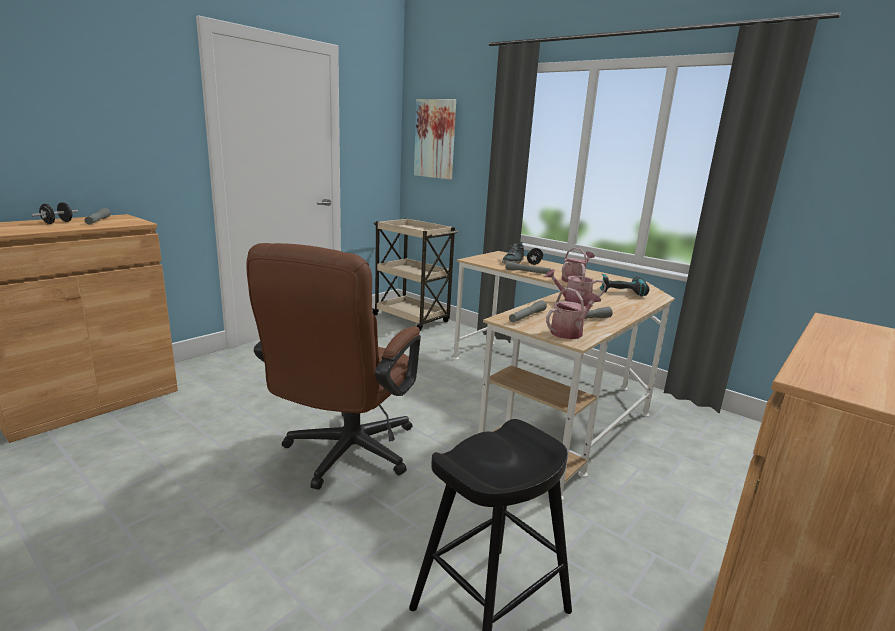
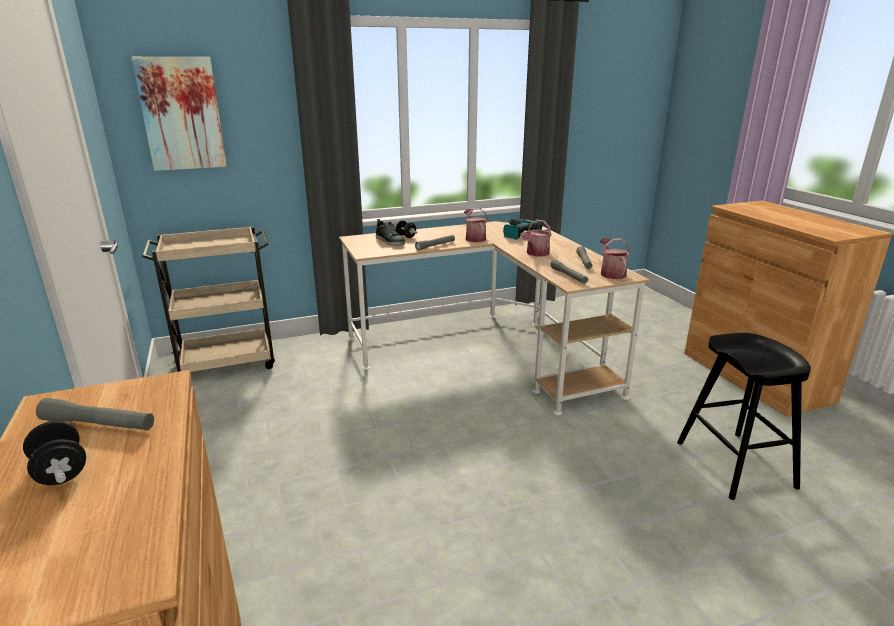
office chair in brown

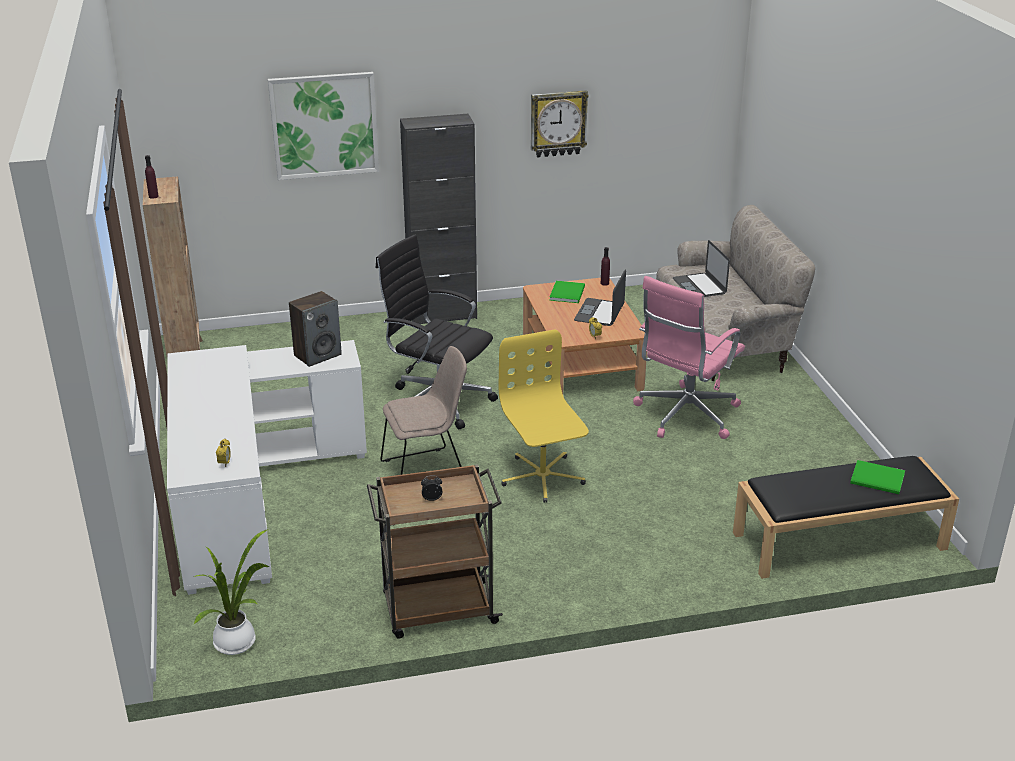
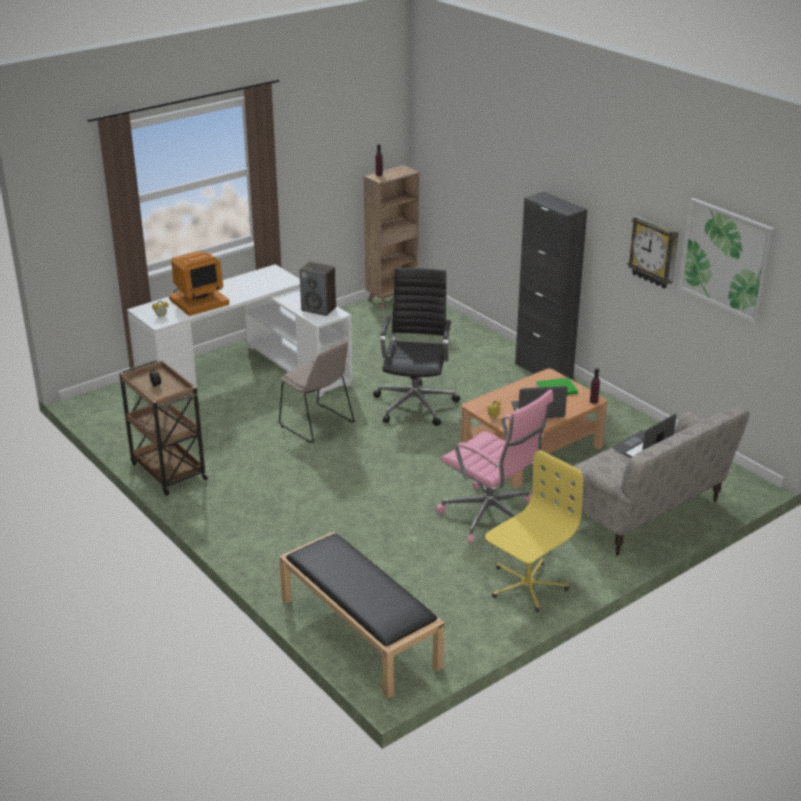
plant in a pot; wall picture; office chair in yellowish; office chair in pink-coloured; bound book in green (2nd from left in the first image); computer screen

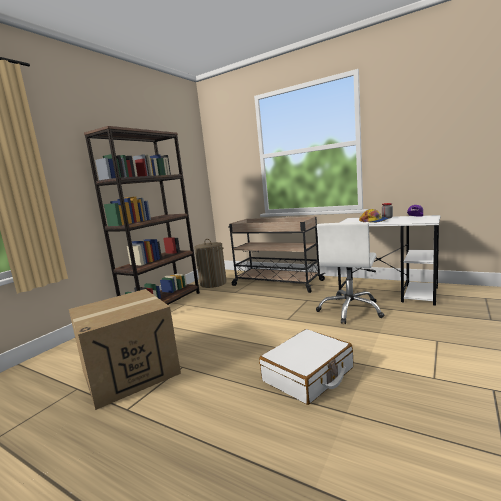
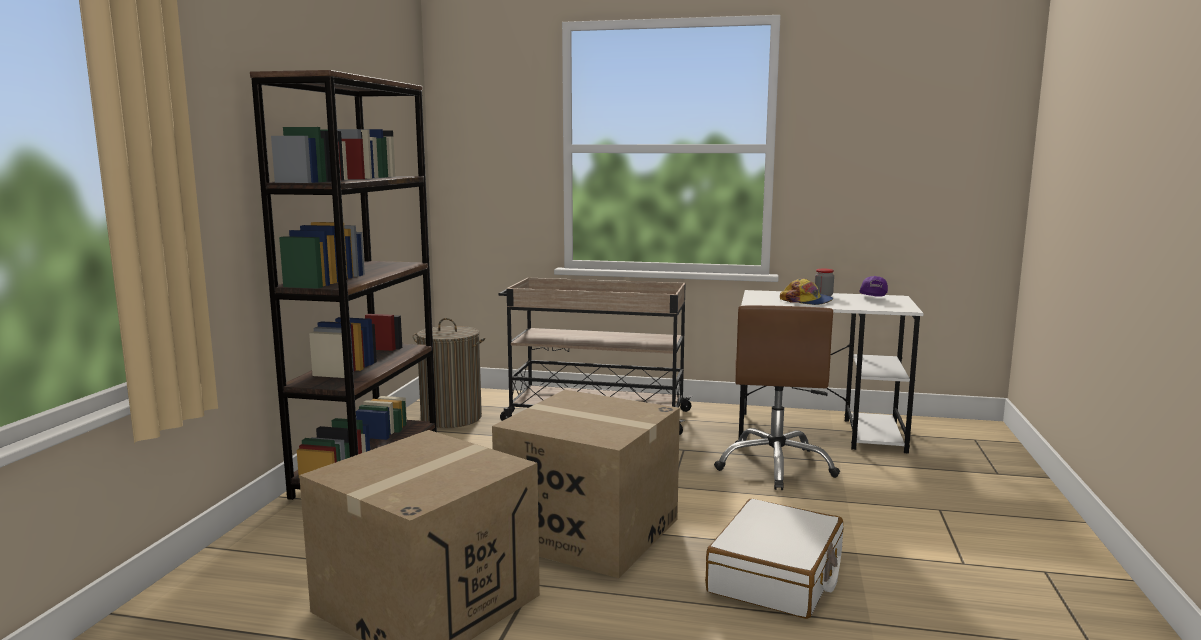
office chair in brown; carton (2nd from left)

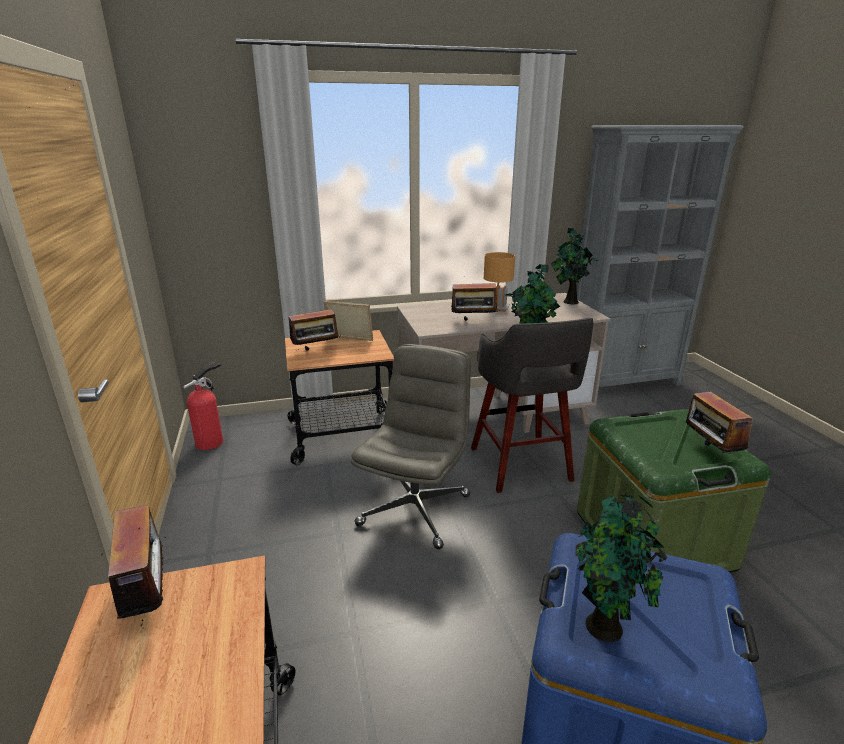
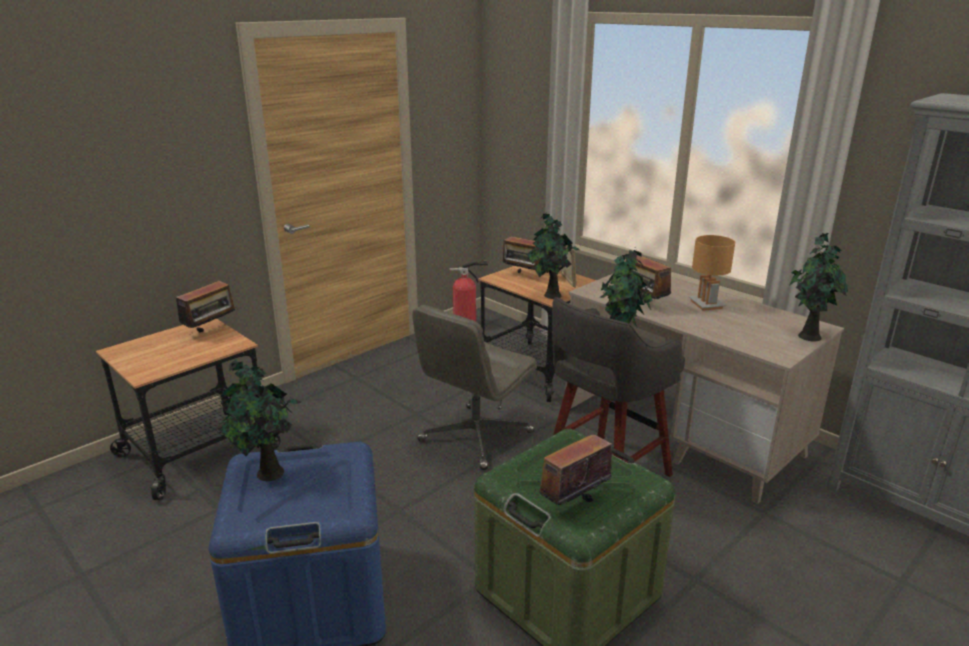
office chair in greyish; plant in a pot (2nd from left)

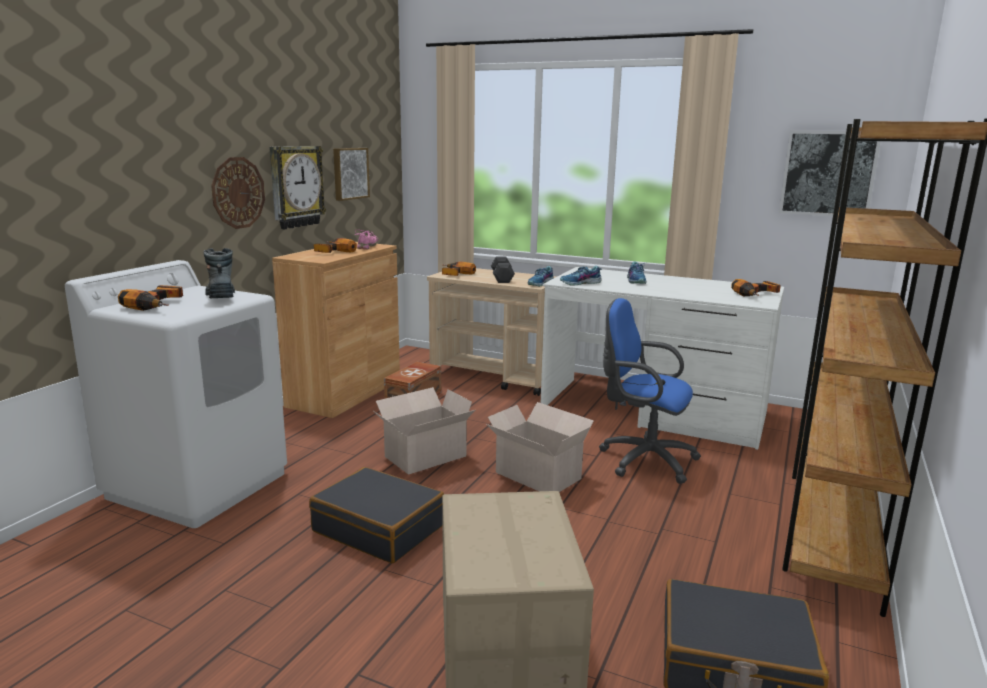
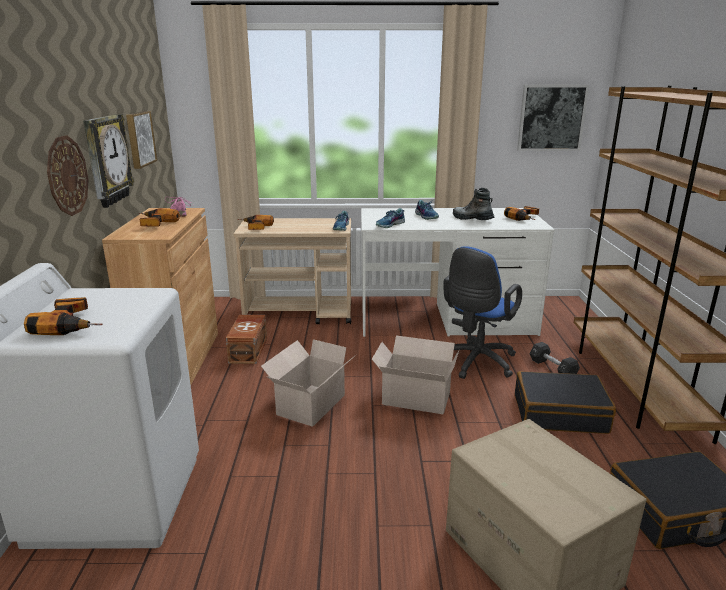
tall boot; piece of luggage in blackish (1st from left); hand weight in blackish; office chair in blue-coloured

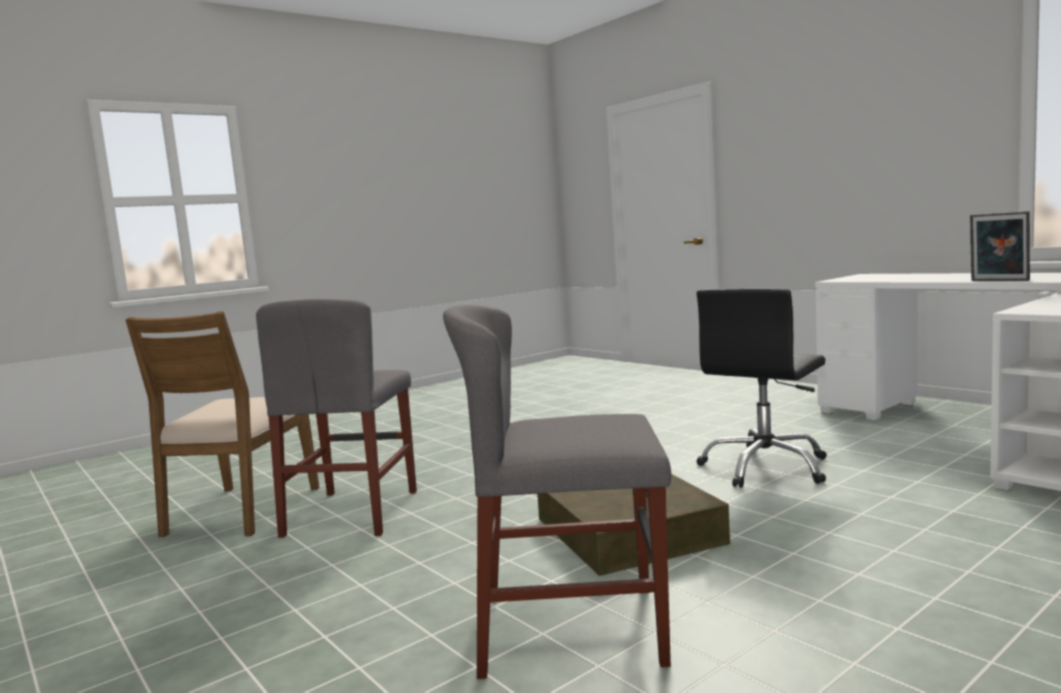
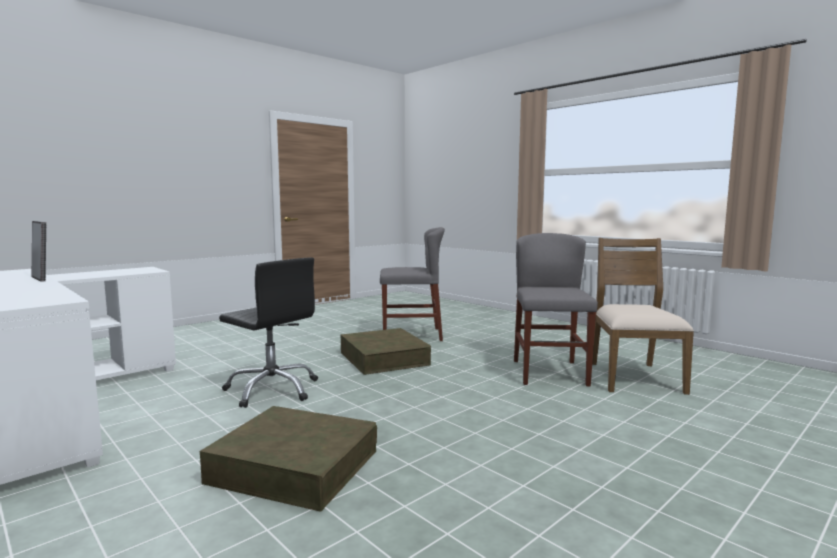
office chair in blackish; storage container in brown (1st from left)

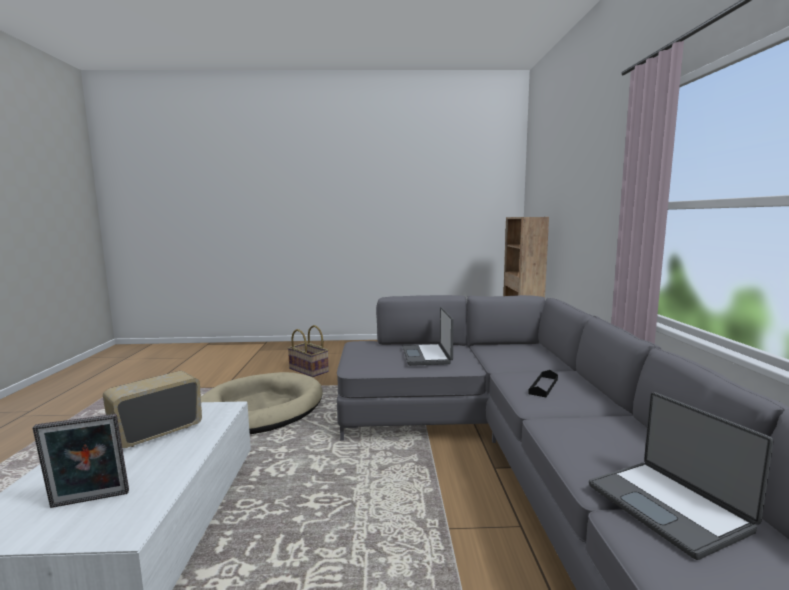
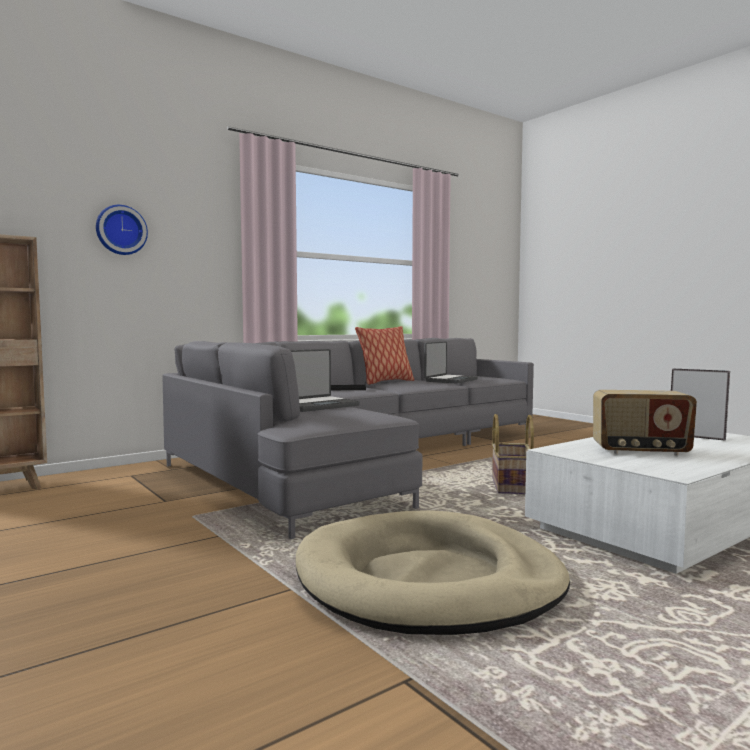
basket; wall clock; cushion

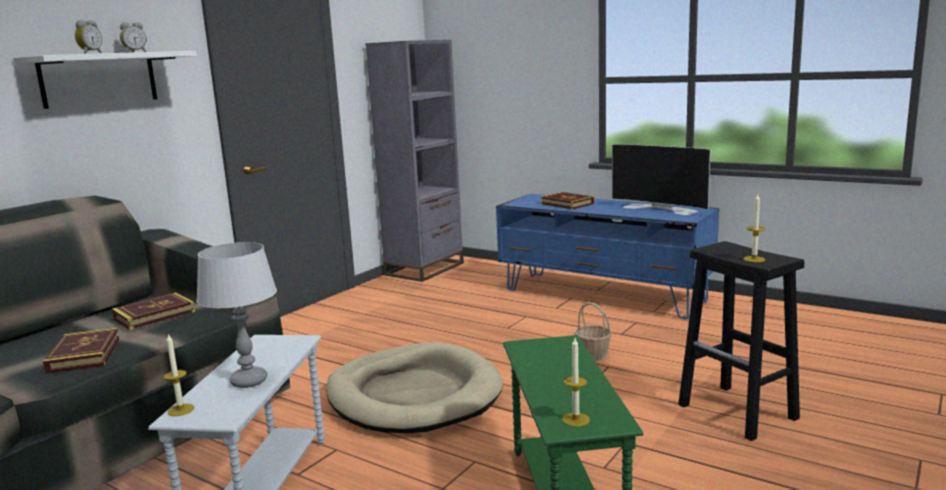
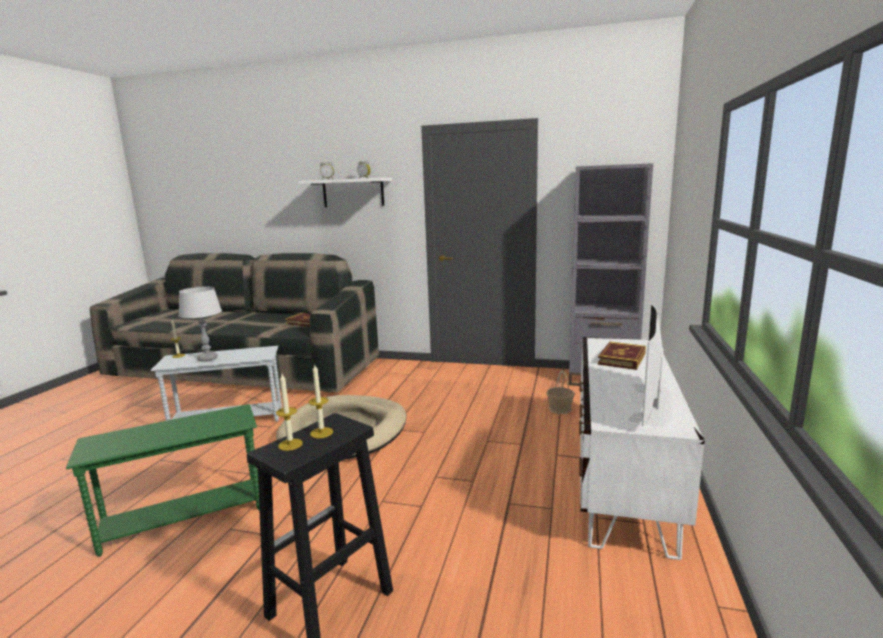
bound book (1st from left in the first image); tv unit in white; wax light (3rd from left); basket

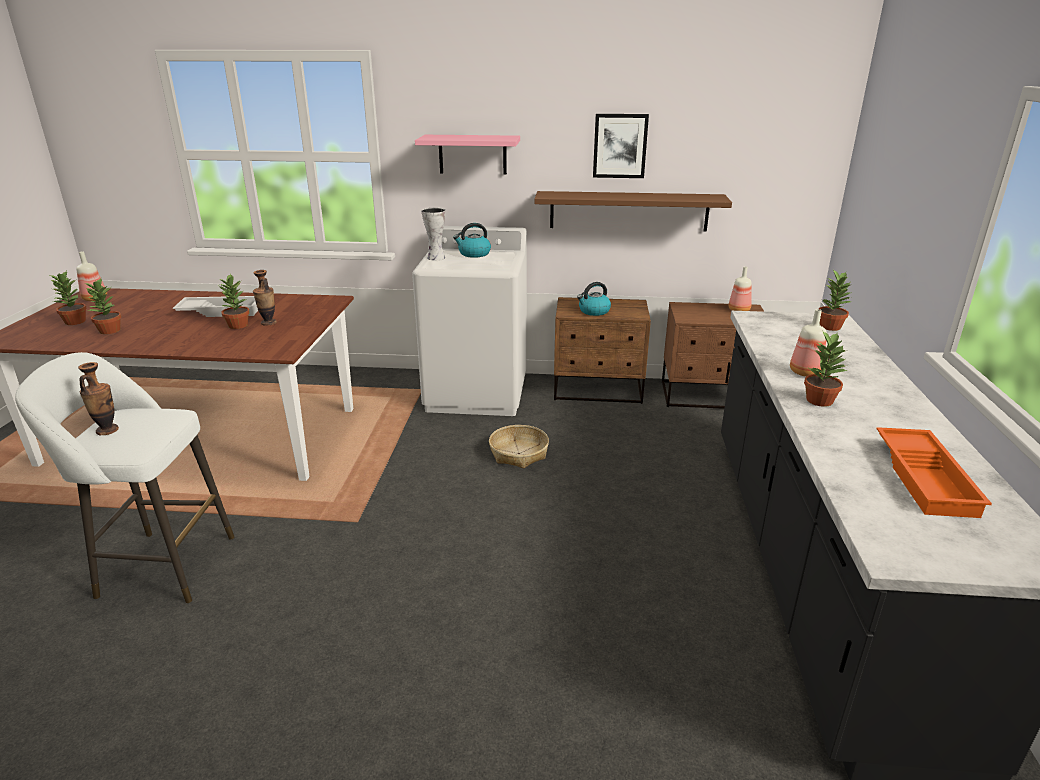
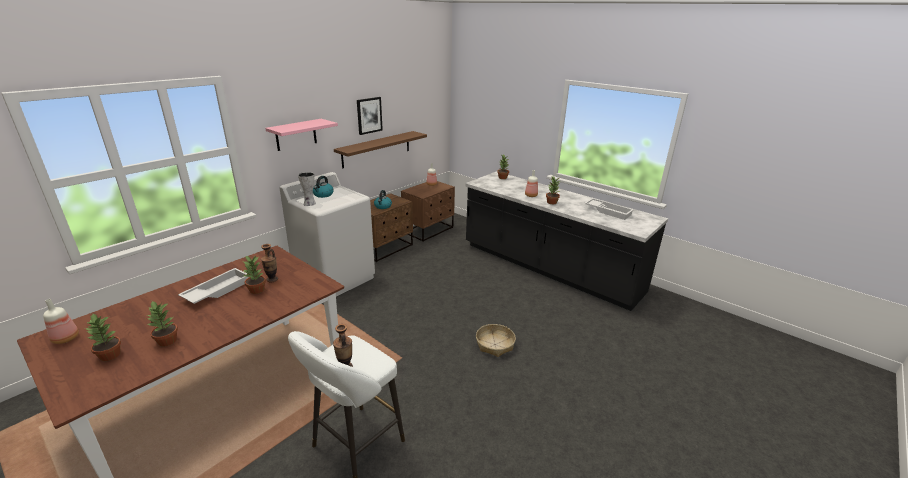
basket; tray in white (2nd from left)

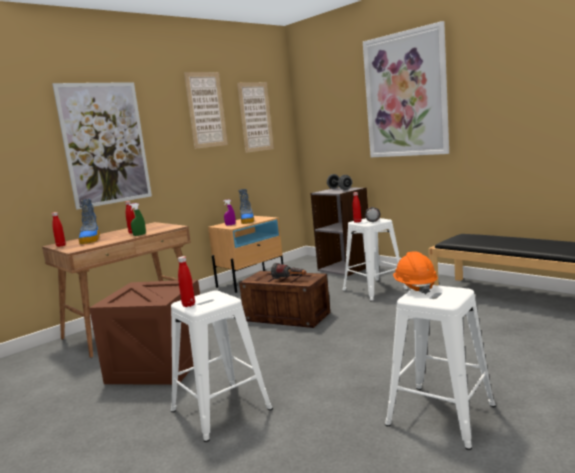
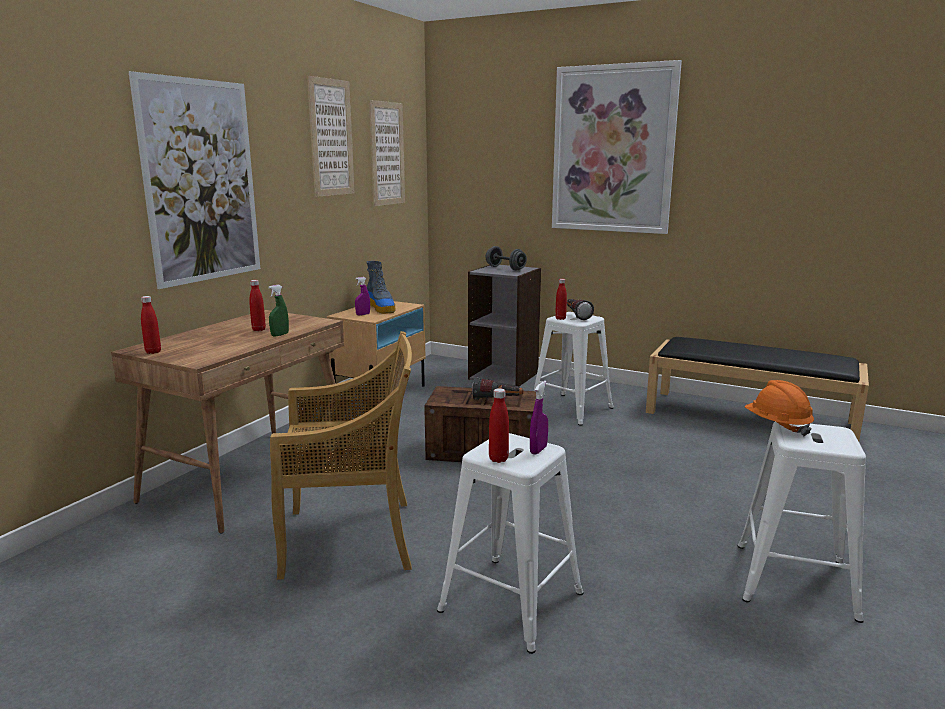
tall boot (1st from left in the first image); upright chair in beige-coloured; hand sprayer in purple (2nd from left)

